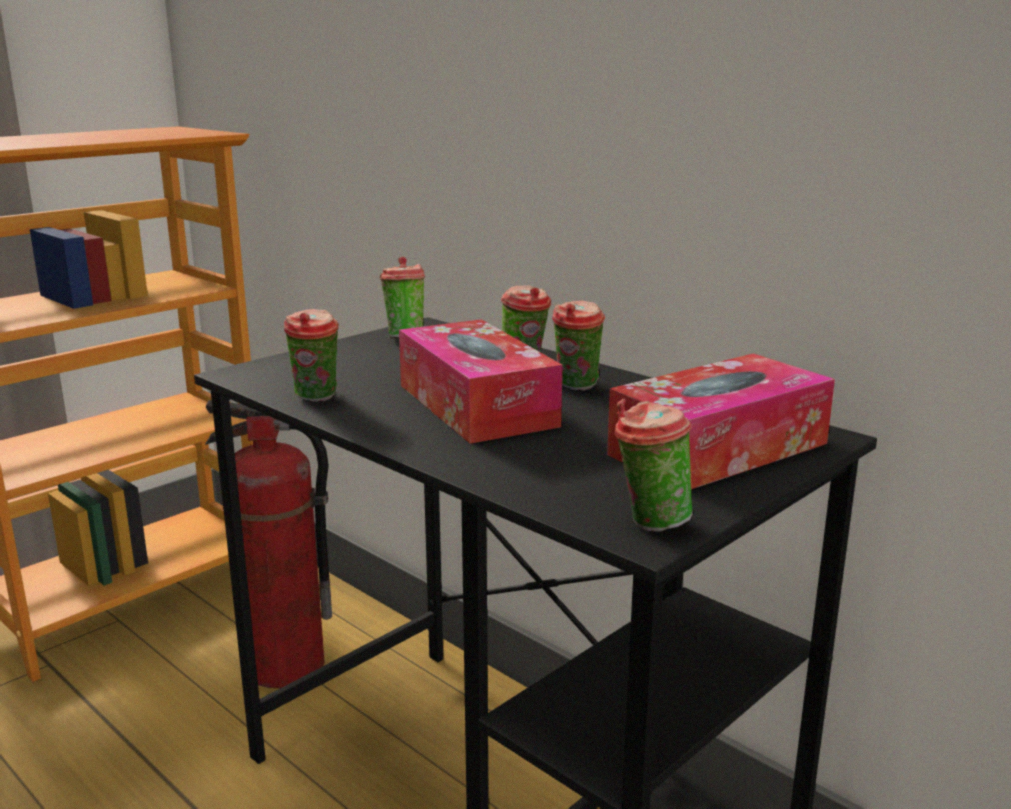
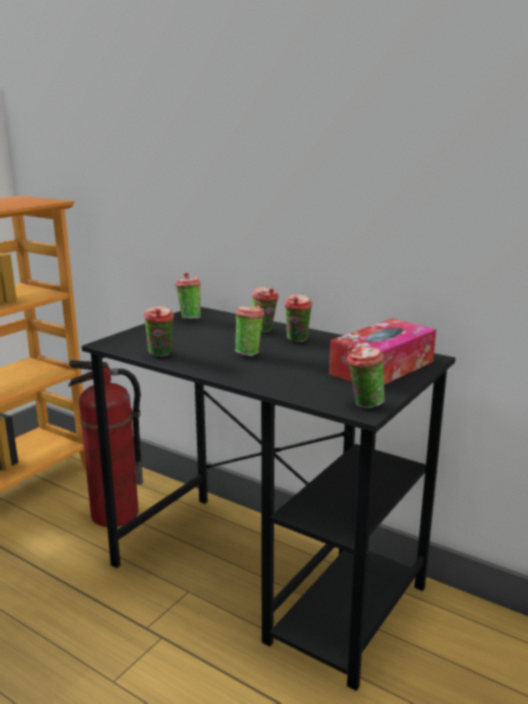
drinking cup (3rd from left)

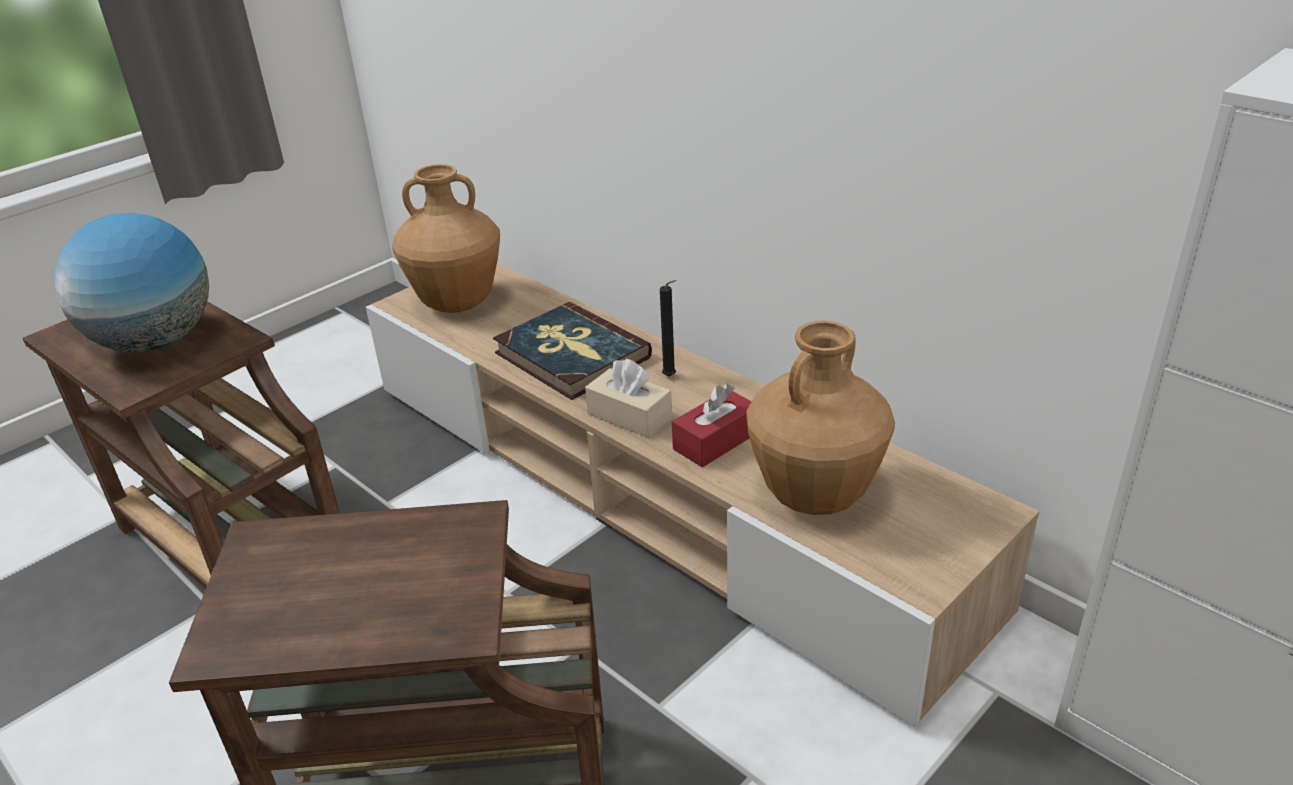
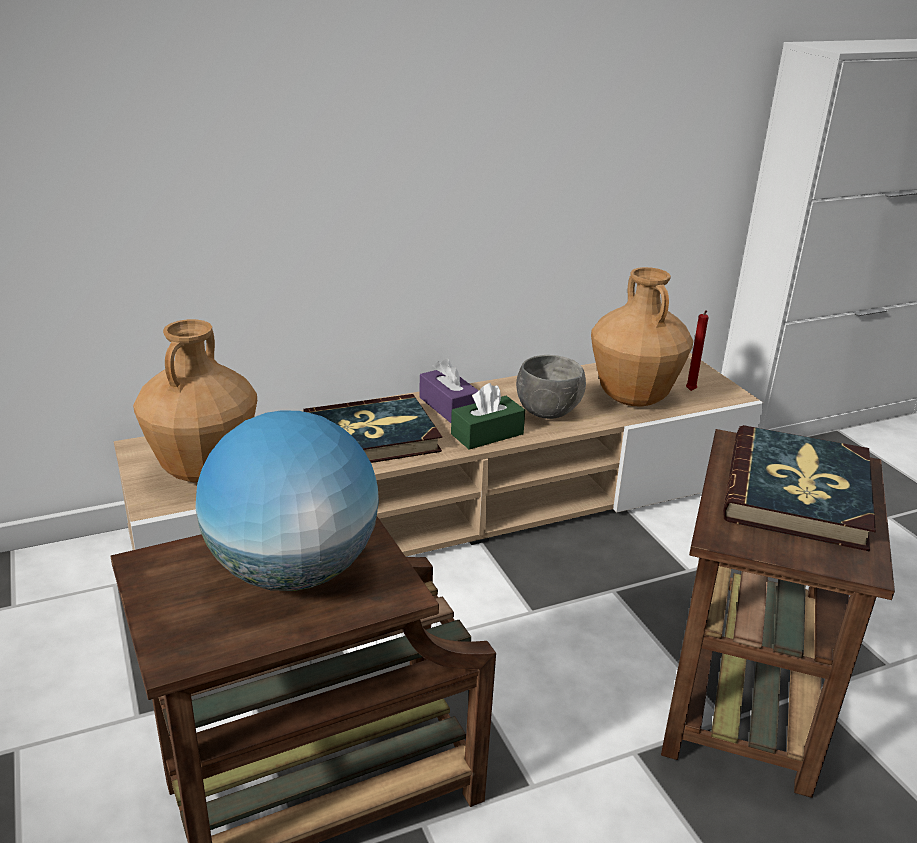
tissue box in green; tissue box in purple; serving bowl in greyish; wax light in red-coloured; bound book (2nd from left)

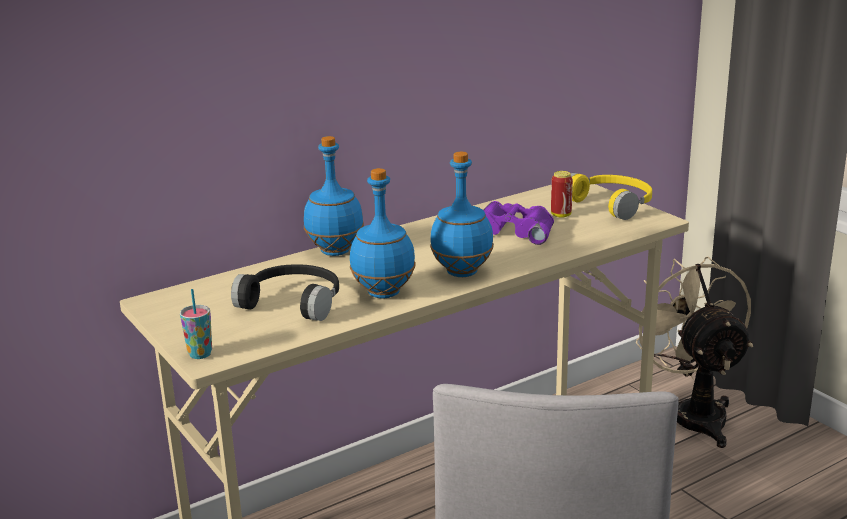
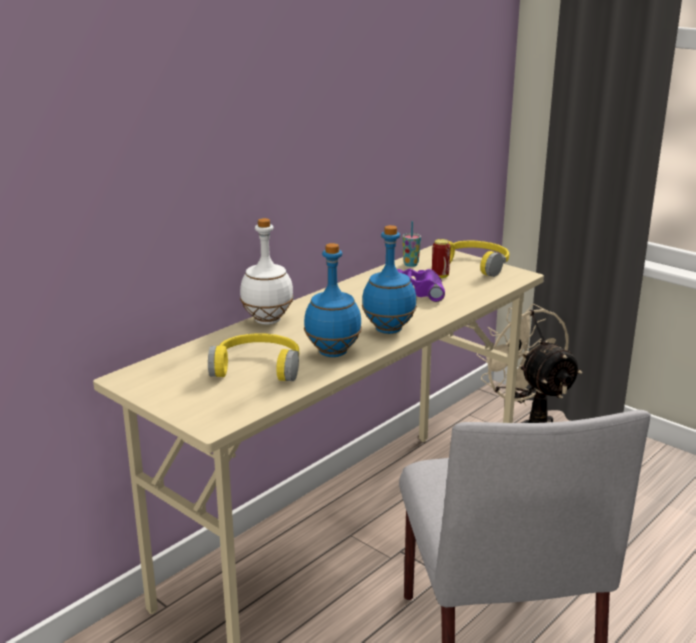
drinking cup; headset in yellowish (1st from left); drink bottle in white

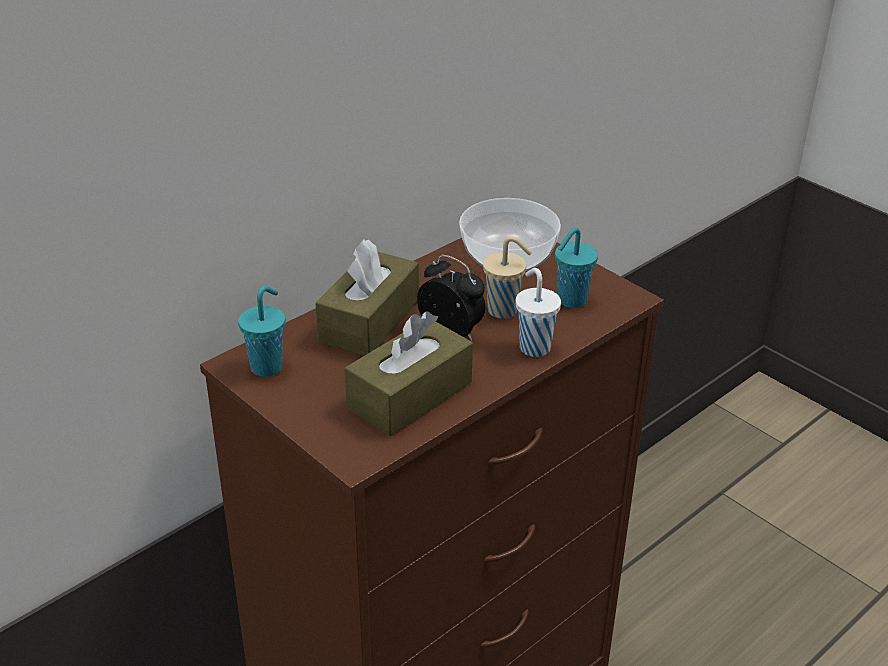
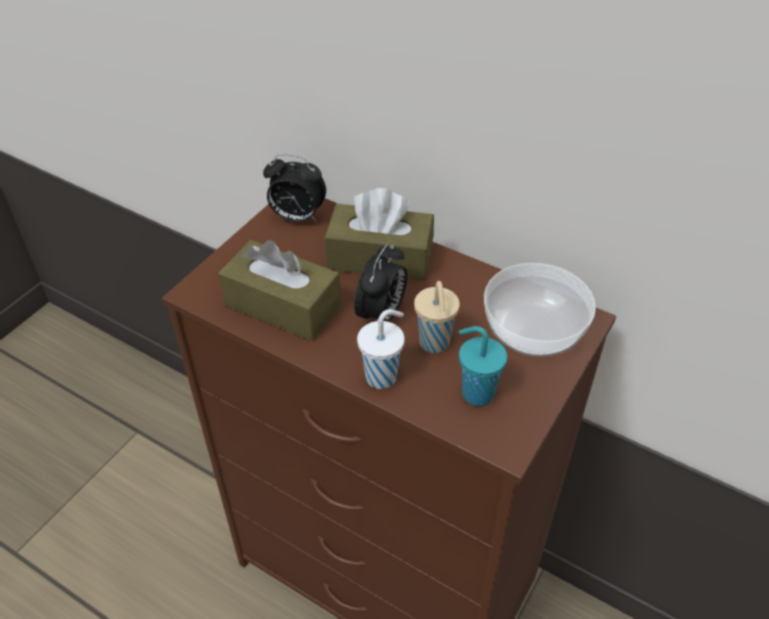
table clock (1st from left)

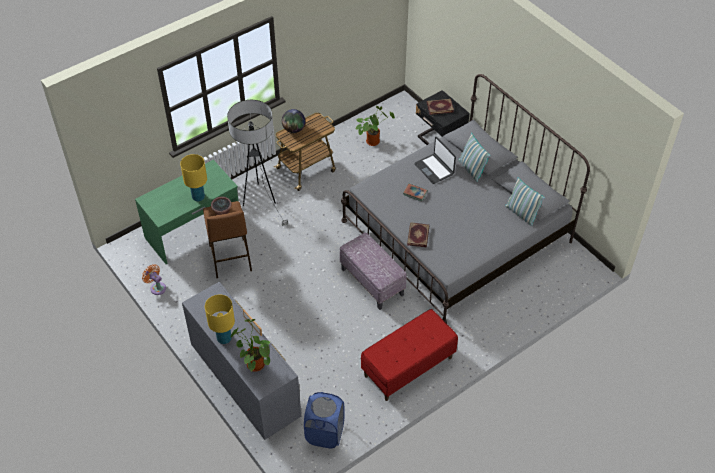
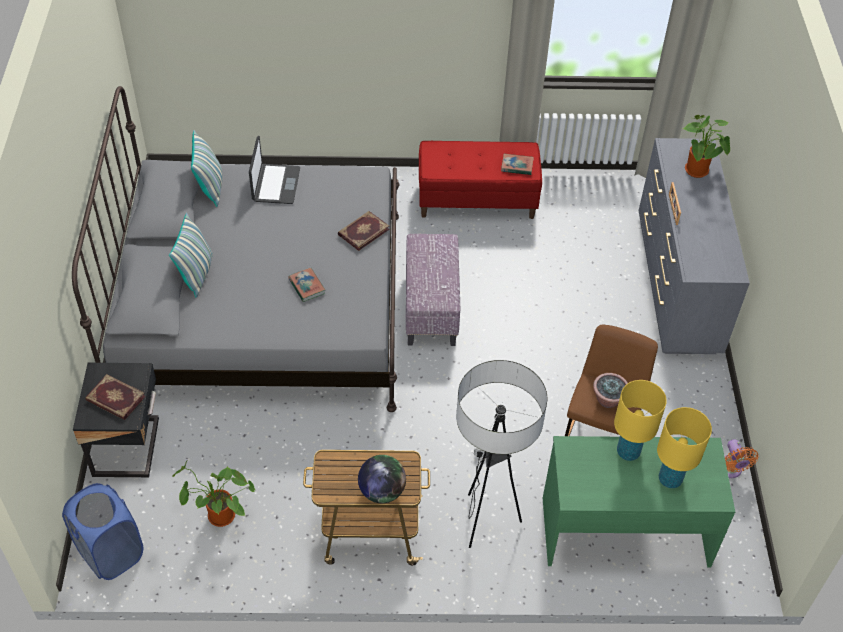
tabletop lamp in yellowish (2nd from left); laundry basket in blue-coloured; portable computer; bound book (4th from left)

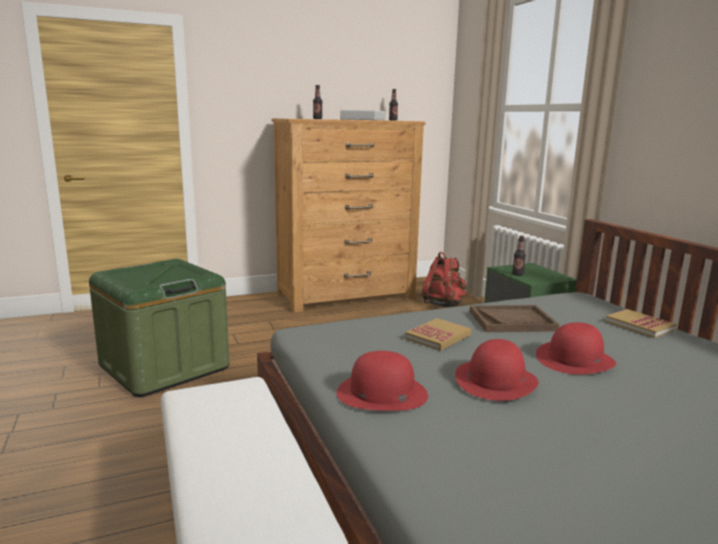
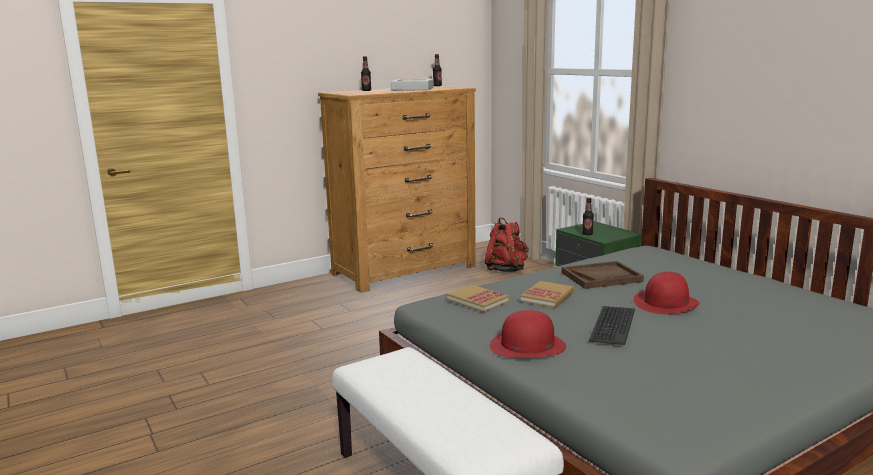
storage container in green; keyboard; bound book (1st from left)

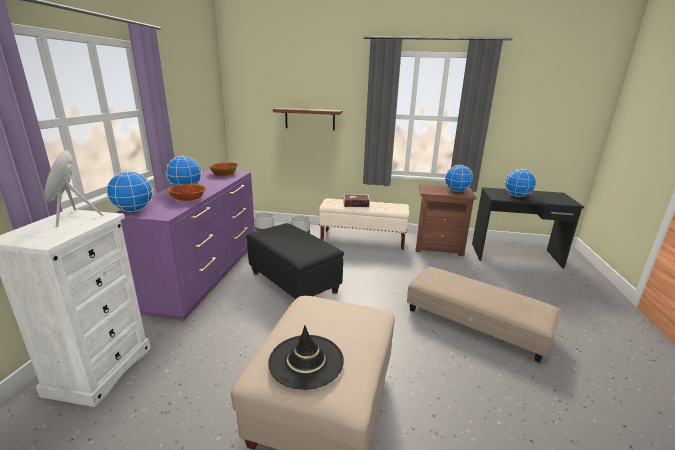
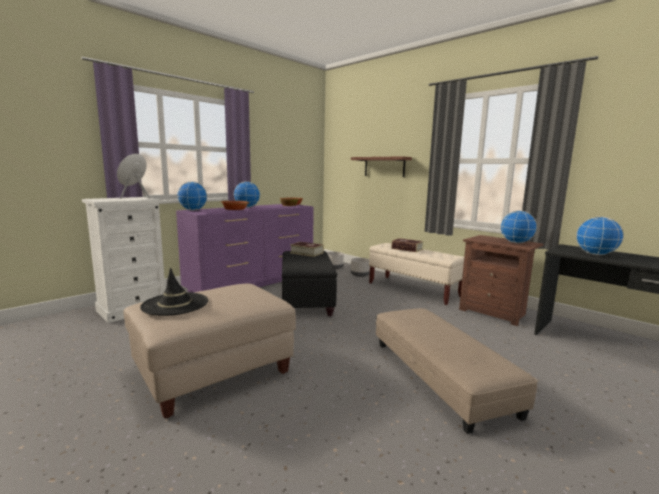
bound book (1st from left)

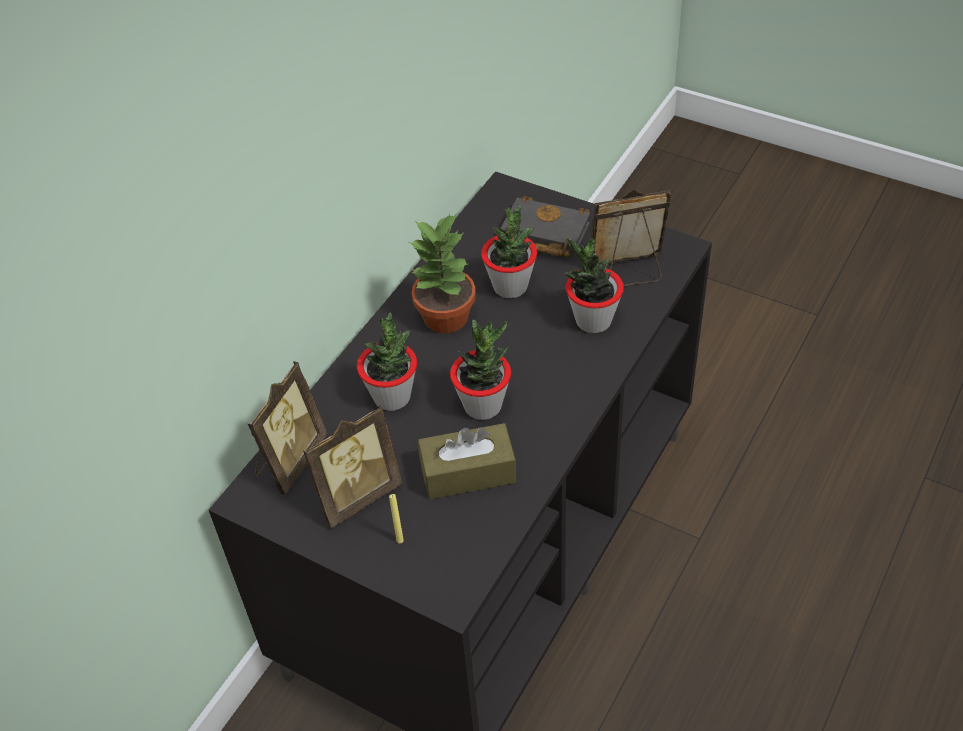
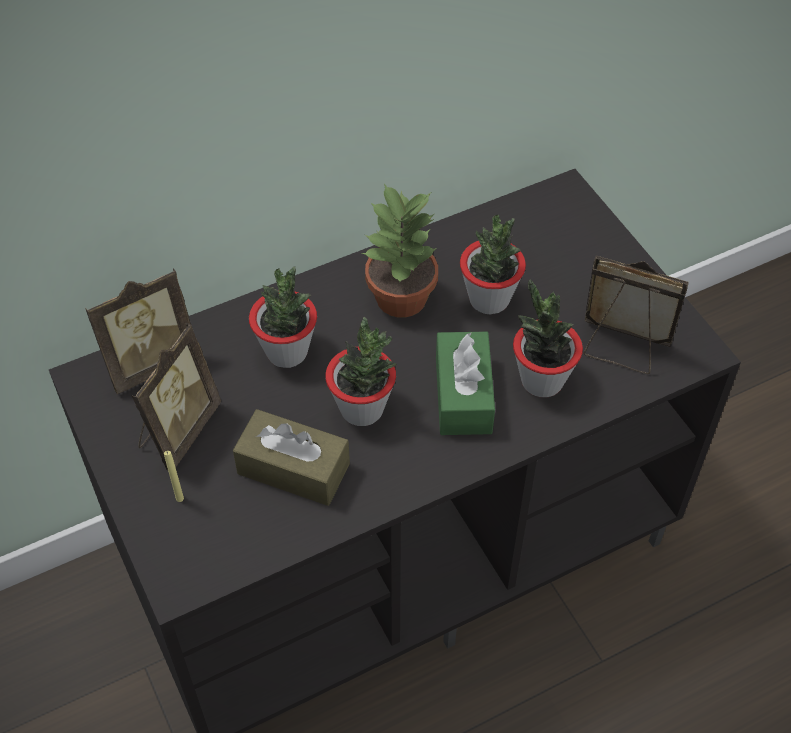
photo frame (2nd from left); bound book in blackish; tissue box in green

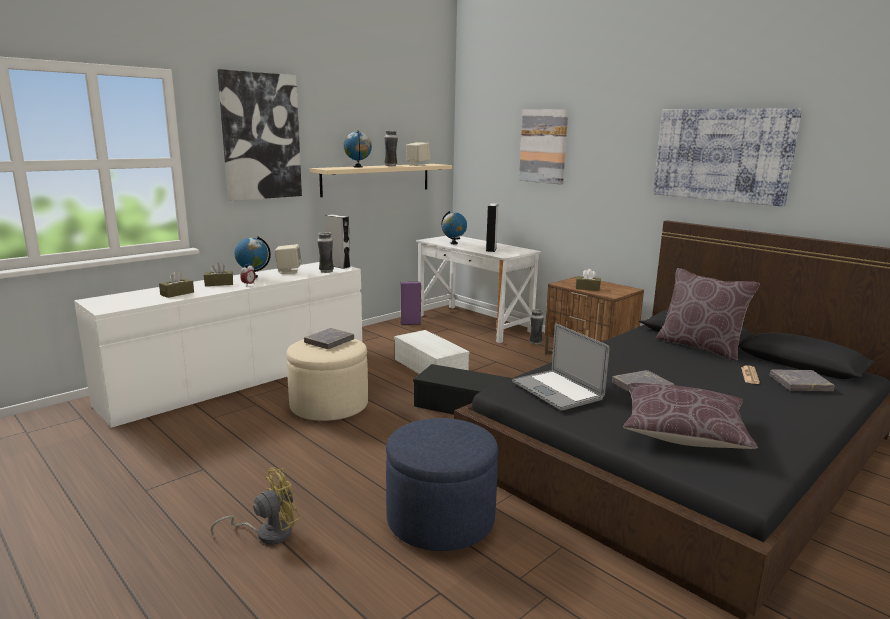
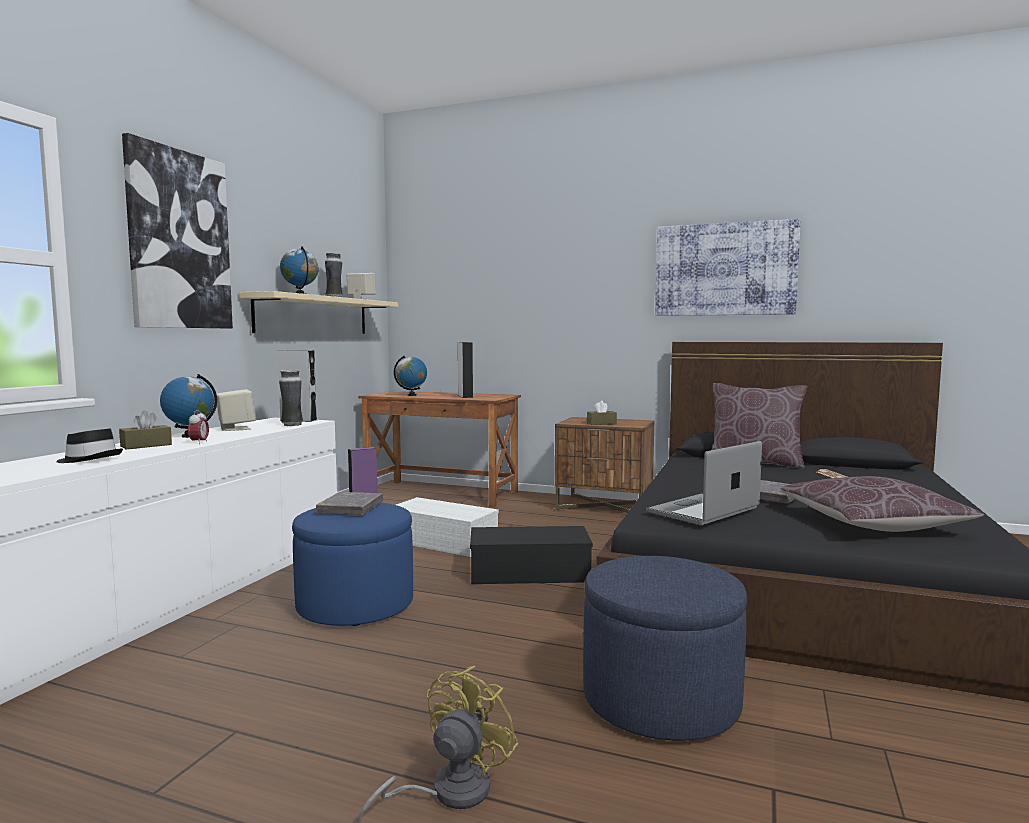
wearable hat in blackish; footrest in blue-coloured (1st from left); desk in brown; portable computer; wall picture (2nd from left in the first image); decorative vase (3rd from left in the first image); bound book in greyish (3rd from left in the first image)

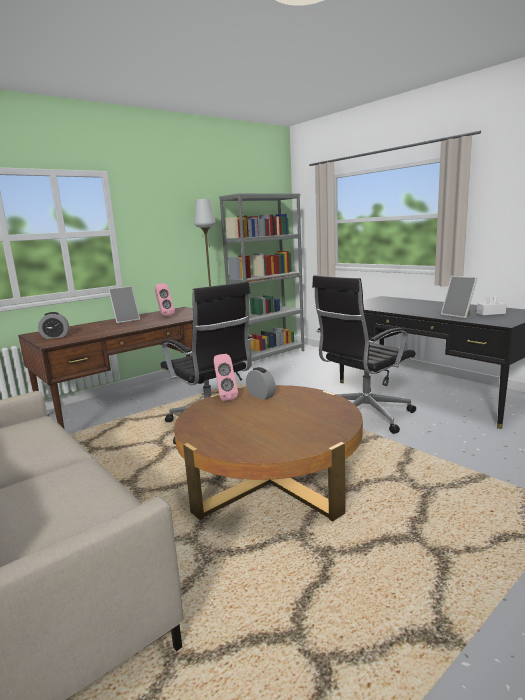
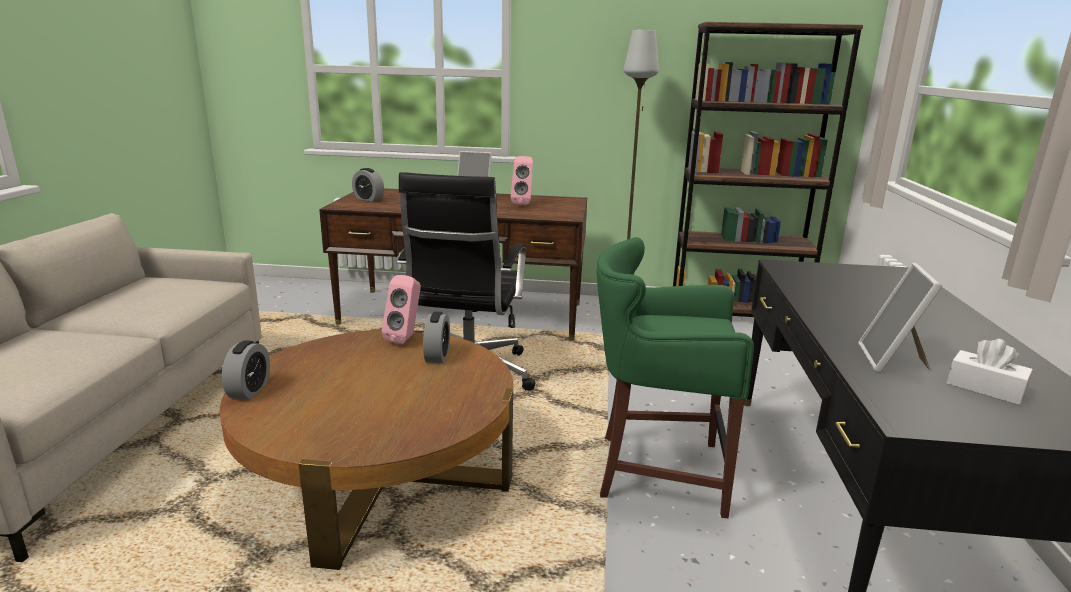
shelving unit in brown; stool in green; table clock (1st from left)

